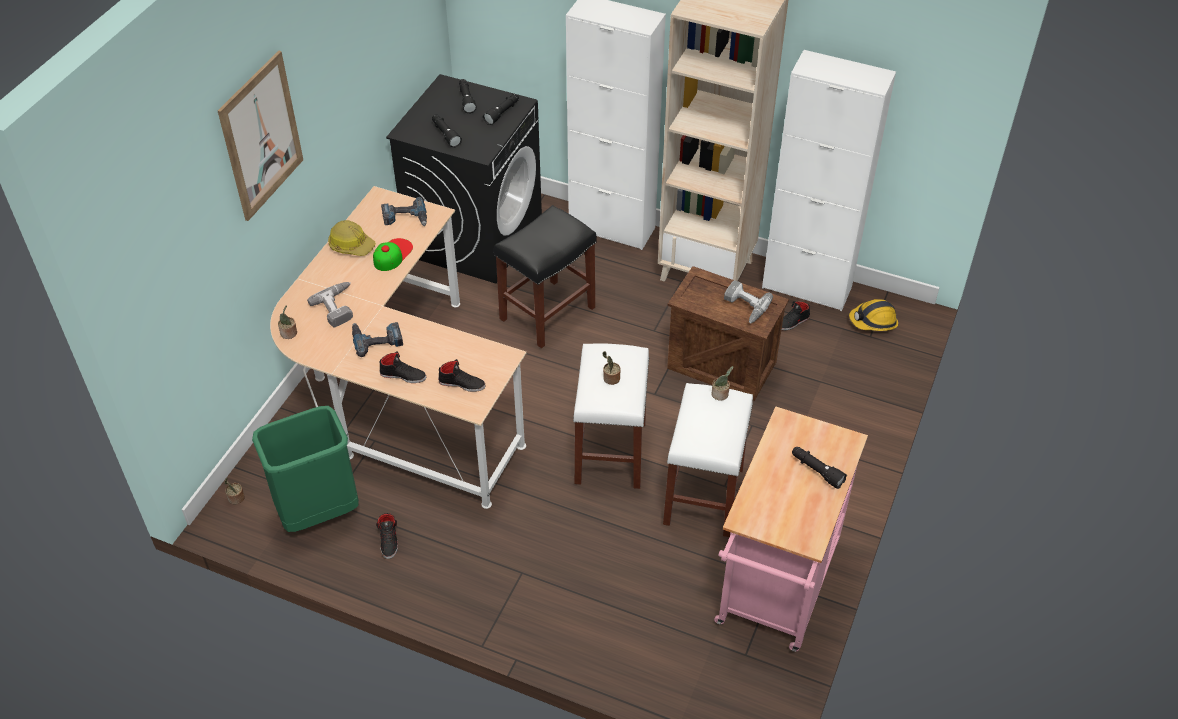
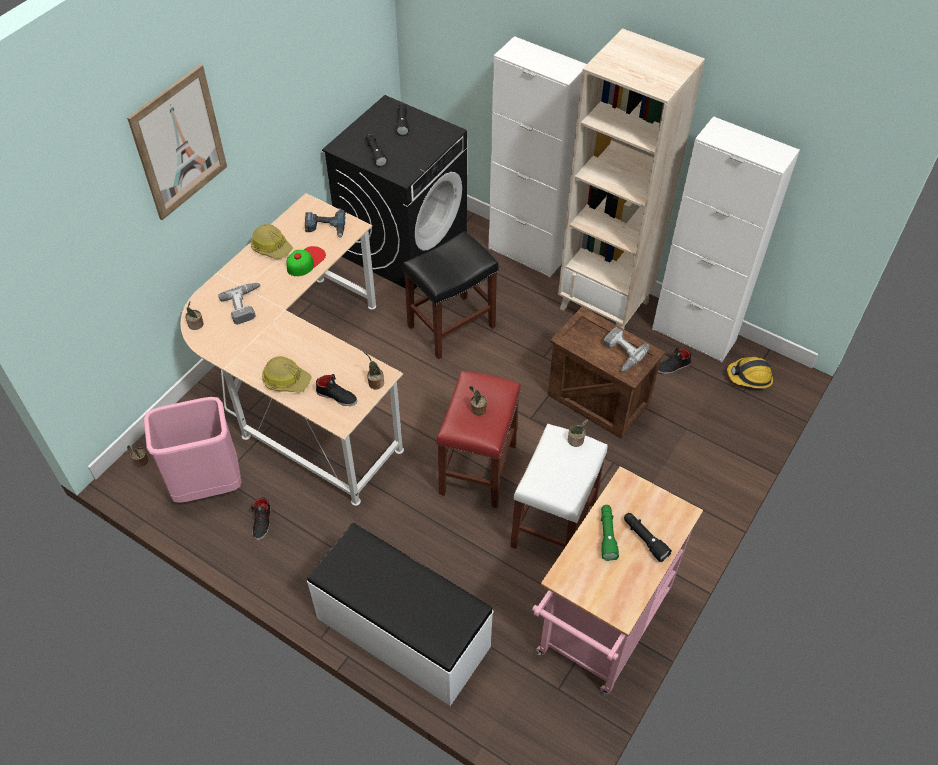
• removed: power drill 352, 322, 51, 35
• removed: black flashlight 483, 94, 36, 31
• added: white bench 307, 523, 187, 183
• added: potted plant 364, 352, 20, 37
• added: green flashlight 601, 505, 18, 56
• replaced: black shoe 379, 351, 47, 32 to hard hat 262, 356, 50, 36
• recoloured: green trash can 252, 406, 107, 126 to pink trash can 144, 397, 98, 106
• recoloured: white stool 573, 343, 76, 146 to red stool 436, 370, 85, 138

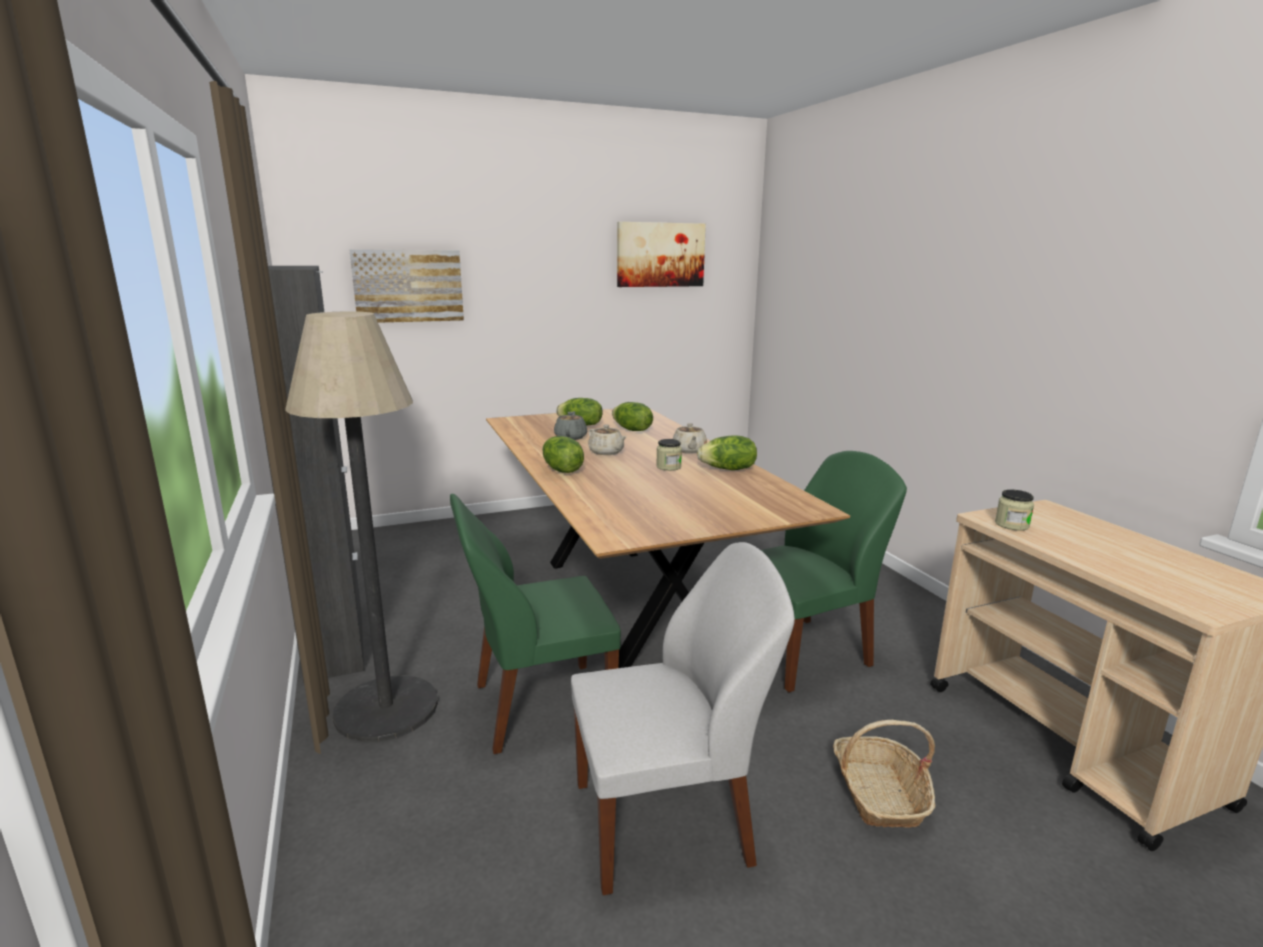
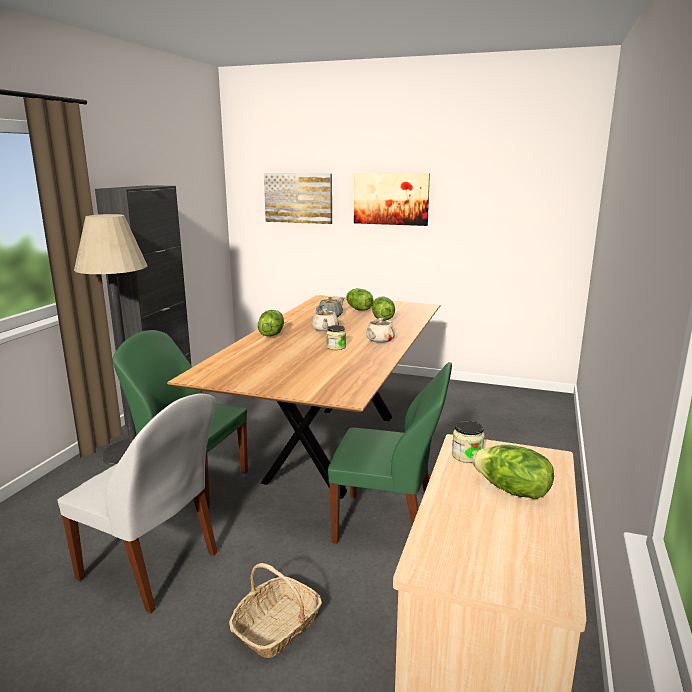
• moved: picture 617, 222, 89, 65 to 354, 173, 76, 53
• moved: lettuce 697, 435, 60, 35 to 473, 445, 81, 54

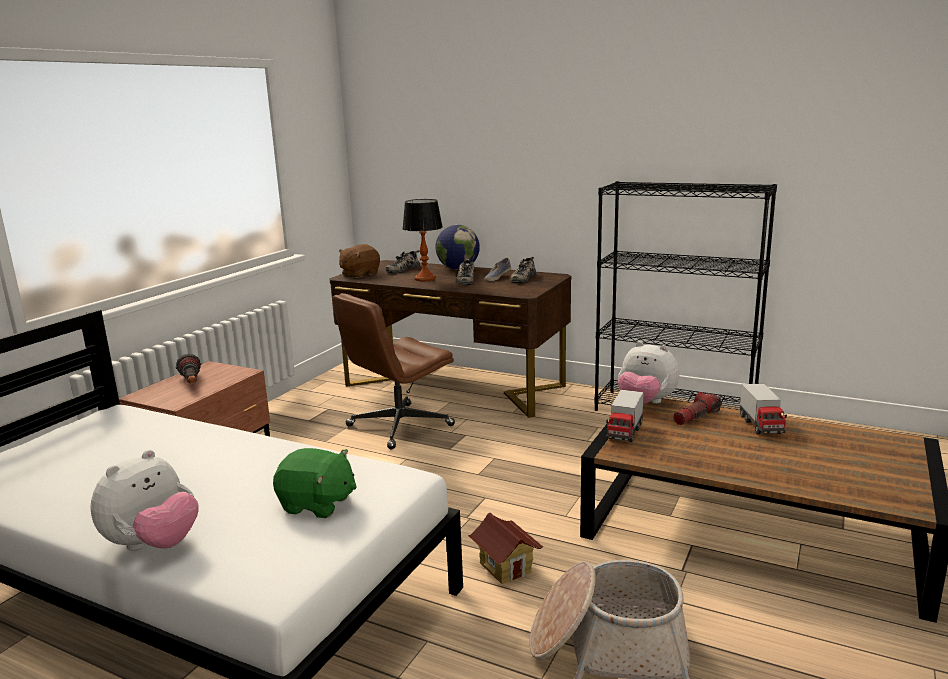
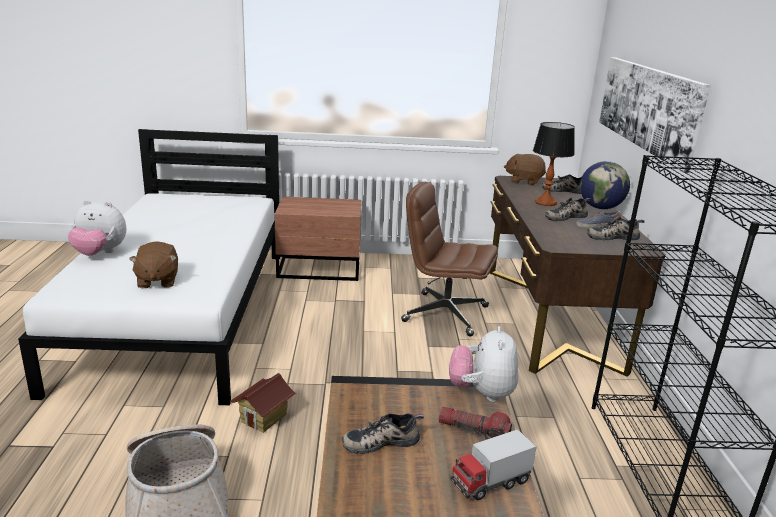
• removed: flashlight 176, 354, 26, 29
• removed: toy truck 606, 390, 38, 52
• added: shoe 342, 413, 82, 41
• added: picture 599, 57, 112, 116
• recoloured: green plush toy 273, 448, 84, 70 to brown plush toy 129, 241, 49, 47

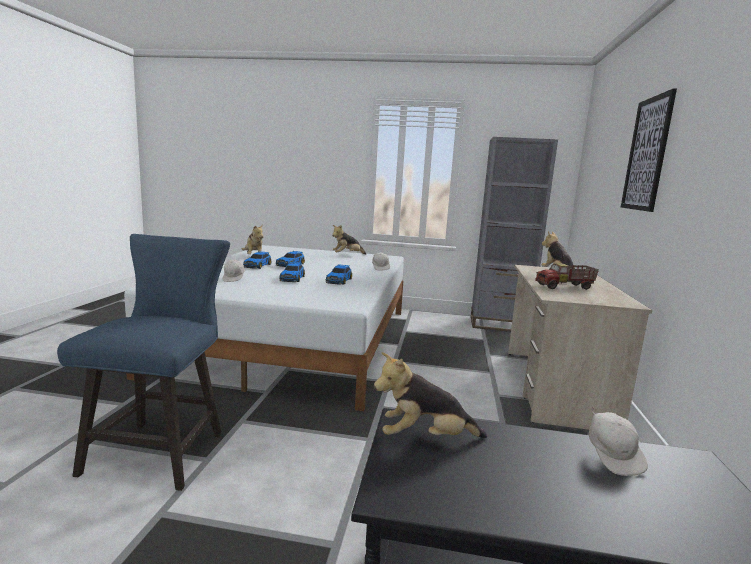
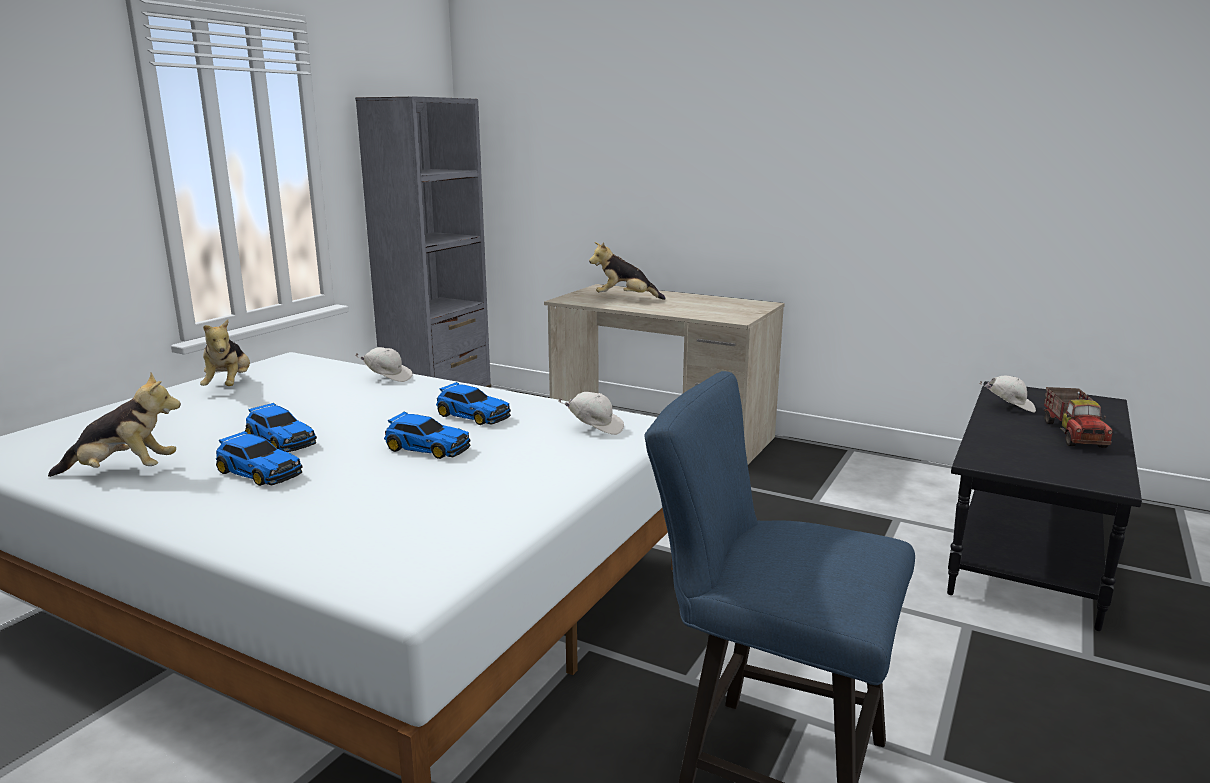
• removed: plush toy 374, 352, 113, 86
• removed: picture 621, 88, 56, 124
• moved: white cap 222, 260, 23, 22 to 559, 392, 65, 43
• moved: toy truck 535, 263, 64, 27 to 1044, 387, 69, 61

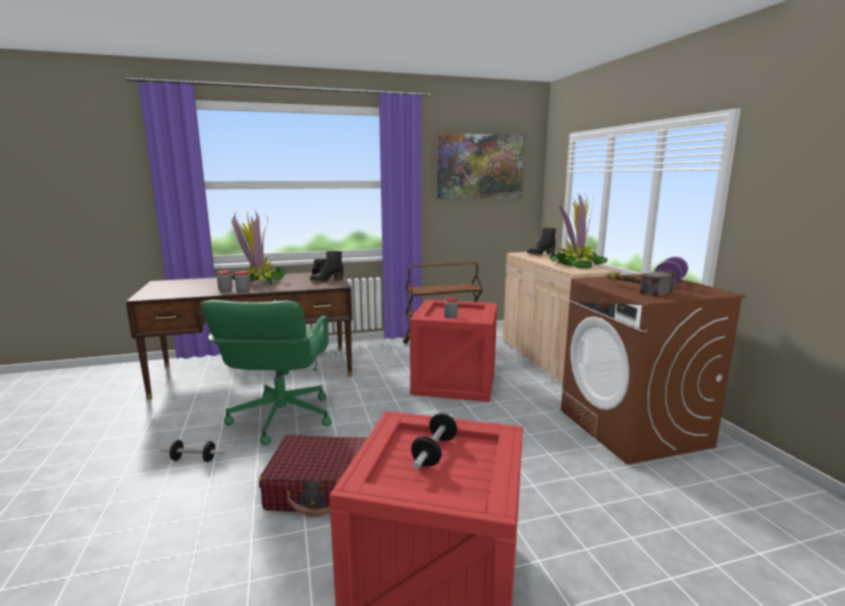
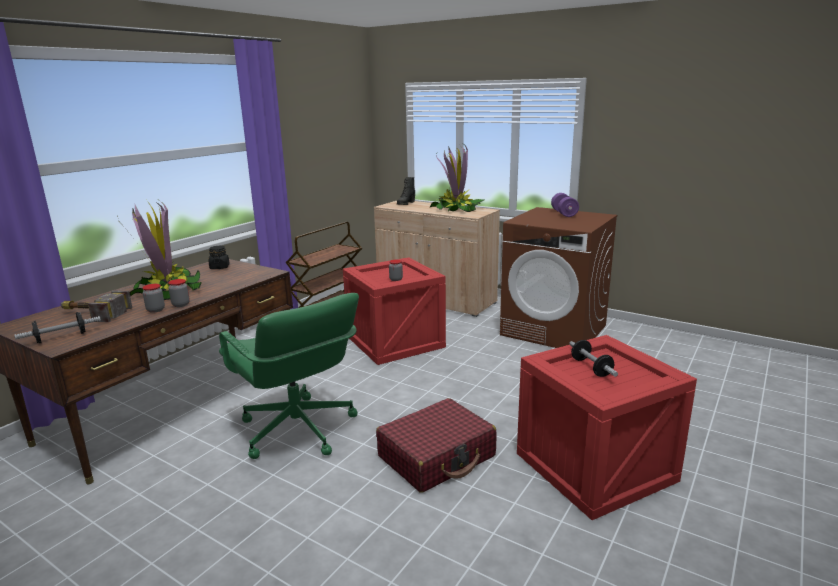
• removed: black boot 310, 251, 34, 31
• removed: picture 437, 133, 88, 65
• moved: dumbbell 160, 440, 66, 22 to 14, 312, 87, 31
• moved: hammer 607, 270, 69, 27 to 61, 290, 71, 32

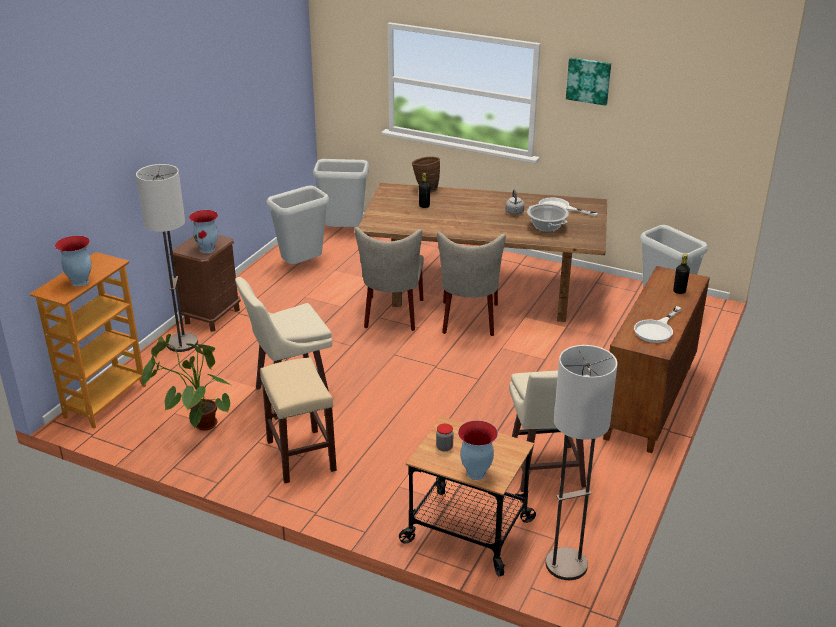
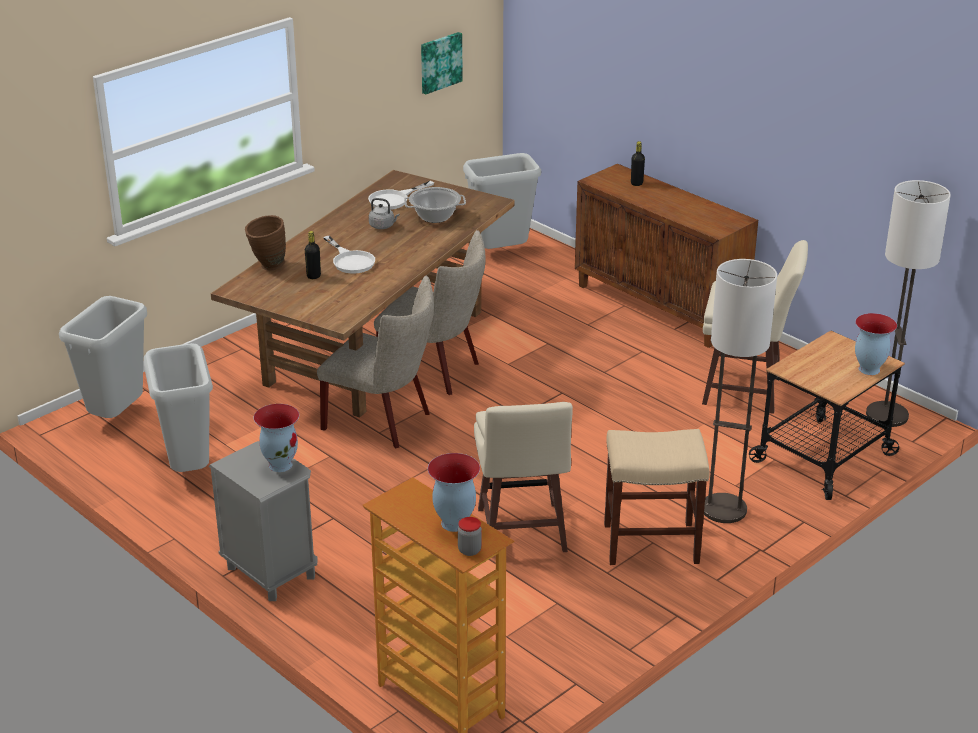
• removed: potted plant 142, 334, 89, 96
• moved: floor lamp 136, 164, 62, 188 to 704, 259, 73, 264
• moved: jar 436, 424, 18, 28 to 458, 517, 24, 39
• moved: picture 566, 57, 45, 49 to 421, 32, 42, 62
• moved: white frying pan 634, 306, 48, 37 to 323, 235, 52, 39
• recoloured: brown nightstand 172, 235, 69, 97 to grey nightstand 209, 441, 109, 160

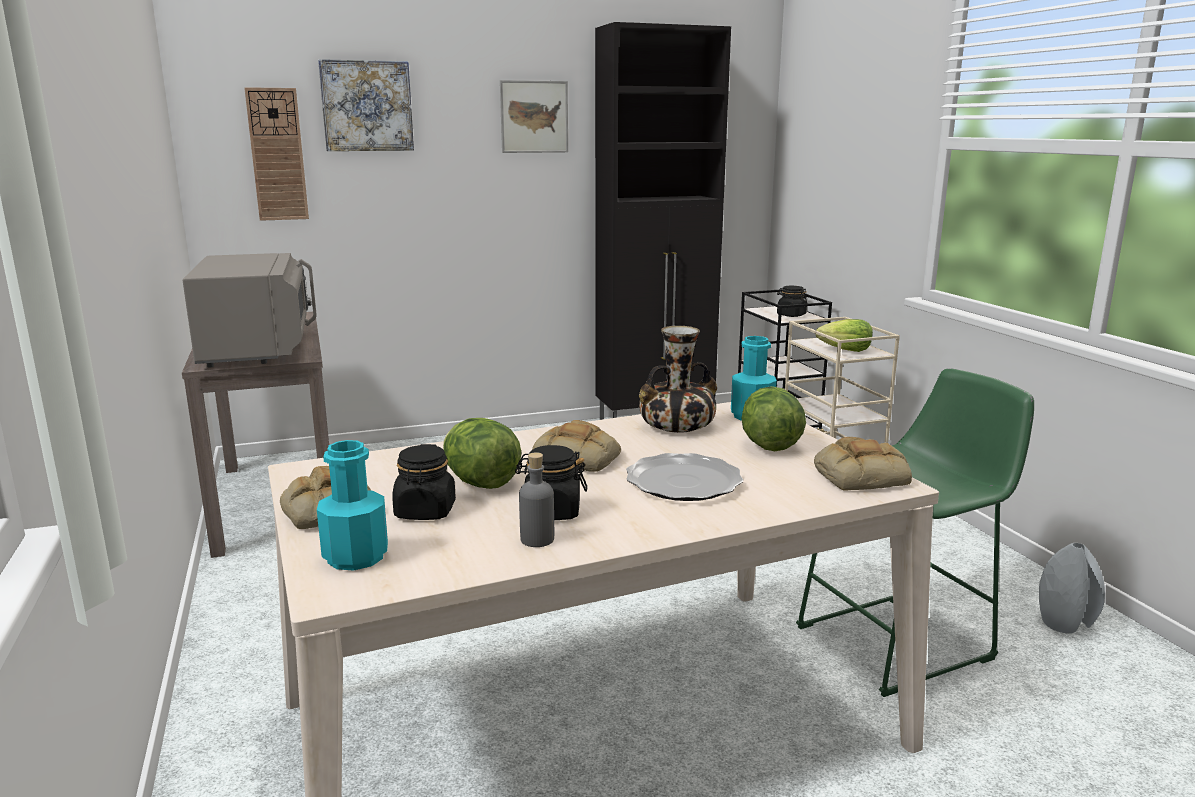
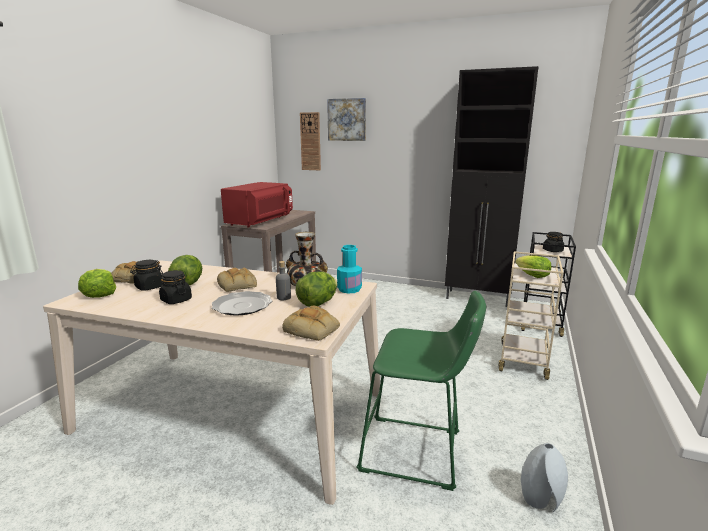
• removed: picture 500, 80, 68, 73
• moved: grey bottle 519, 452, 35, 95 to 276, 261, 15, 39
• replaced: turquoise bottle 317, 440, 71, 130 to lettuce 78, 269, 38, 29
• recoloured: grey microwave 182, 253, 135, 115 to red microwave 221, 182, 72, 45

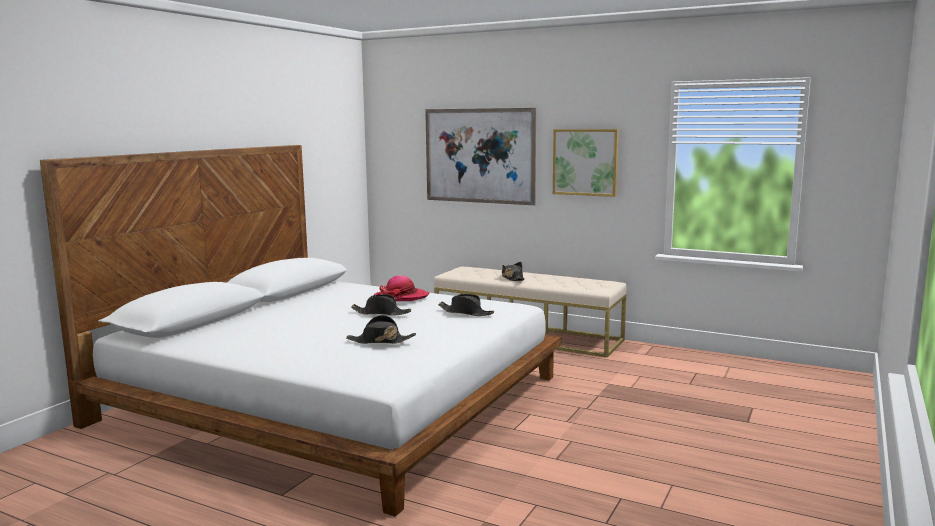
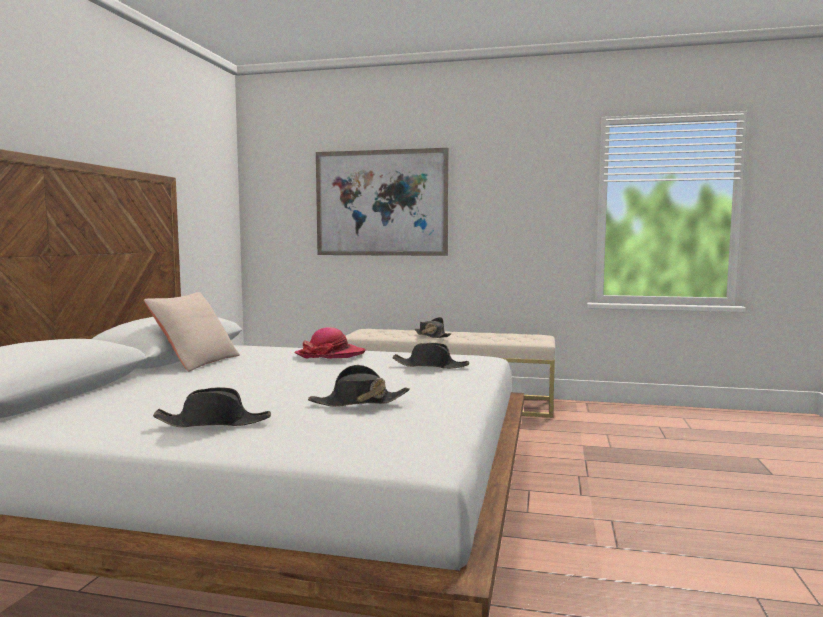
• removed: picture 553, 129, 66, 68
• added: beige pillow 144, 292, 96, 80
• moved: black hat 351, 294, 60, 22 to 153, 387, 118, 41

